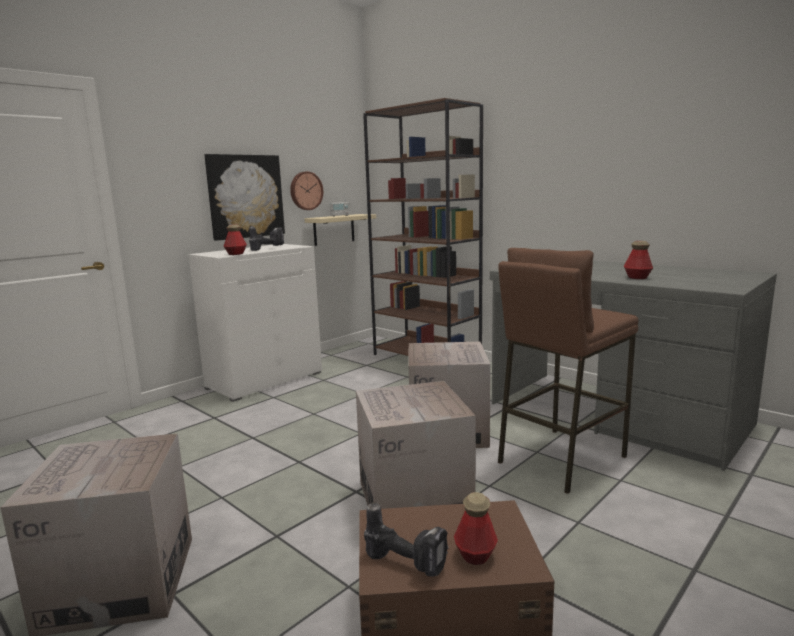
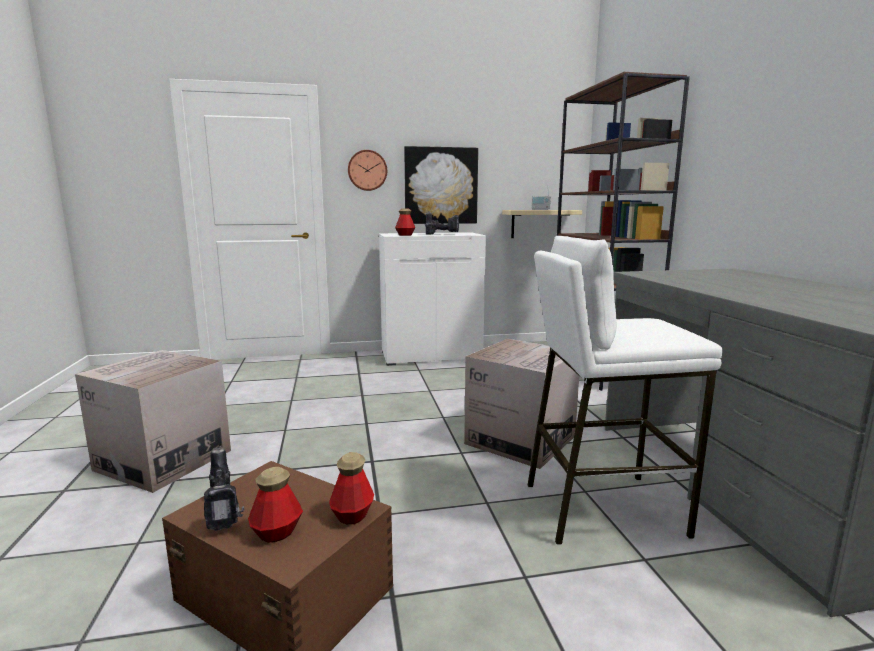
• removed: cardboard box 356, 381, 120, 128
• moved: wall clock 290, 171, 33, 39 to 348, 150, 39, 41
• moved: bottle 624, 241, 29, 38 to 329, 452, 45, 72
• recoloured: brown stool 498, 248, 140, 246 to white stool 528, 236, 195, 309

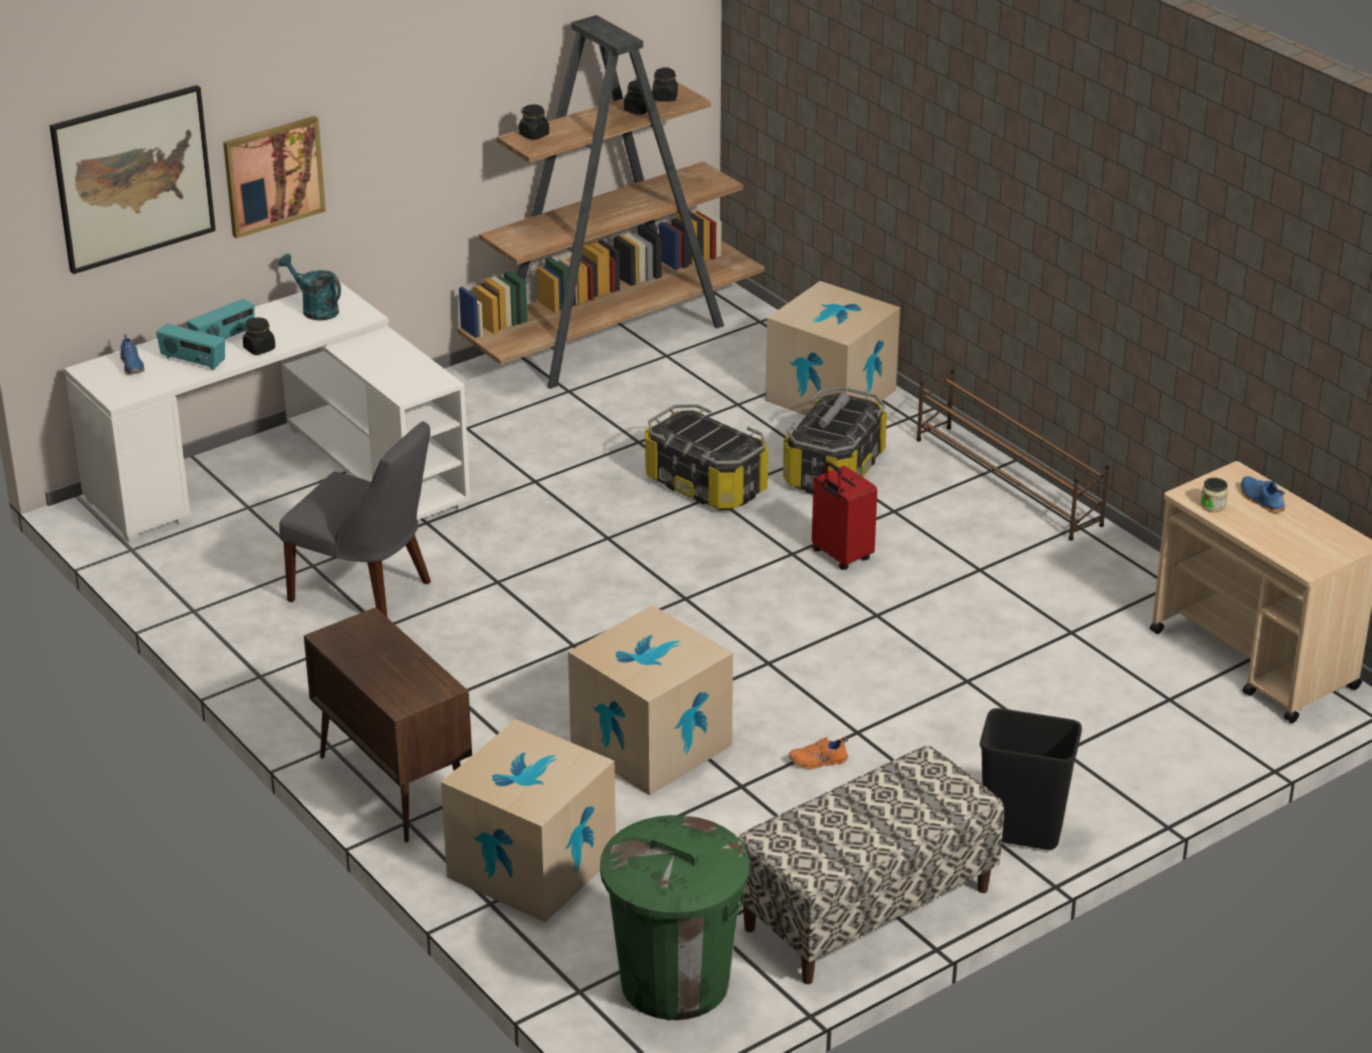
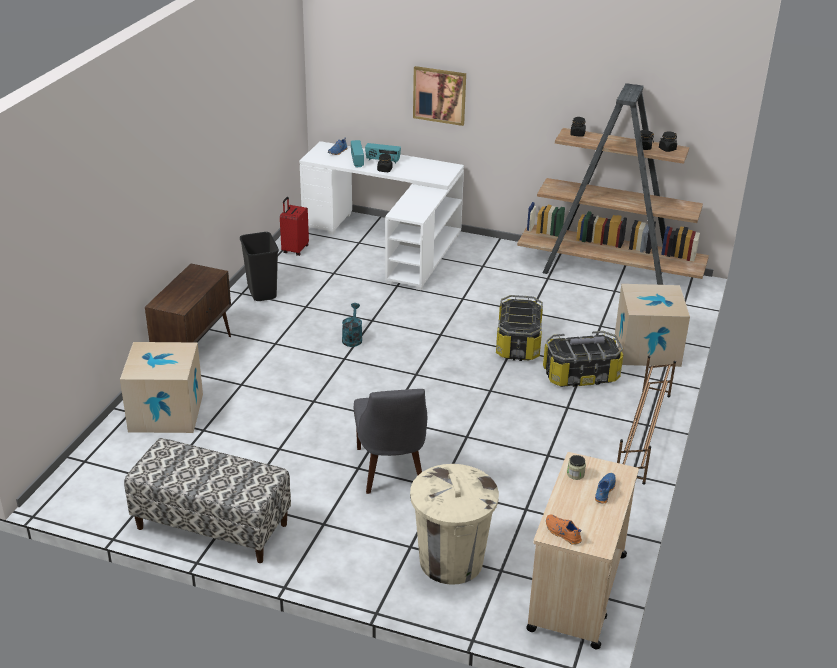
• removed: picture 50, 85, 166, 189
• removed: cardboard box 568, 605, 165, 191
• removed: green trash can 600, 815, 150, 205
• added: beige trash can 410, 464, 89, 121
• moved: turquoise watering can 278, 254, 63, 67 to 342, 303, 20, 44
• moved: grey chair 279, 421, 152, 197 to 354, 389, 73, 105
• moved: orange shoe 789, 737, 59, 32 to 546, 515, 36, 30
• moved: red suitcase 812, 461, 65, 109 to 280, 197, 29, 59
• moved: black trash can 980, 708, 102, 142 to 240, 232, 39, 69

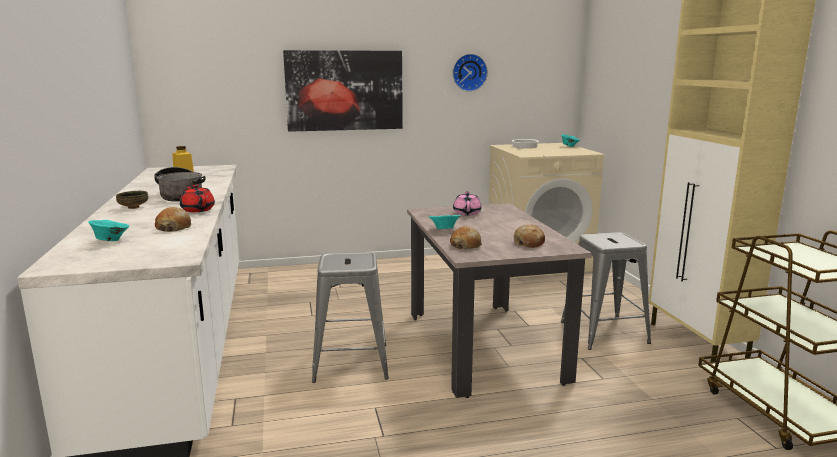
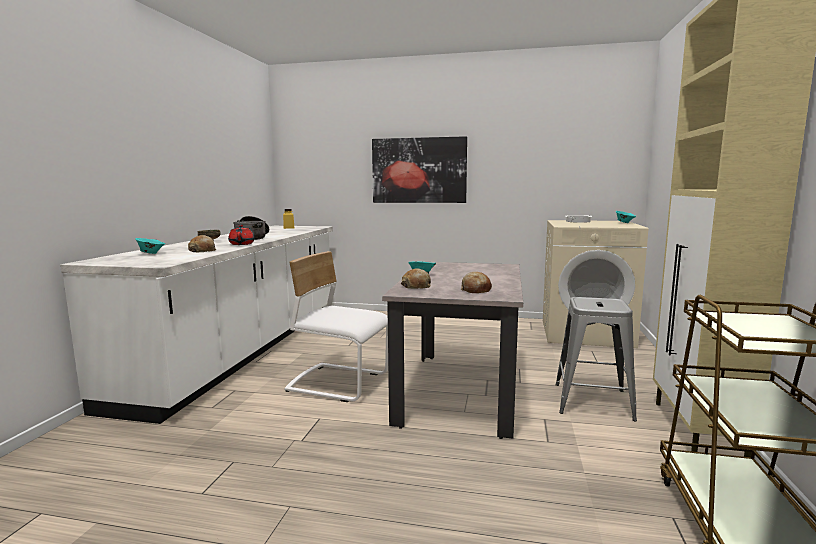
• removed: wall clock 453, 54, 35, 38
• removed: pink teapot 453, 191, 28, 24
• replaced: grey stool 312, 252, 77, 131 to white chair 284, 251, 104, 151

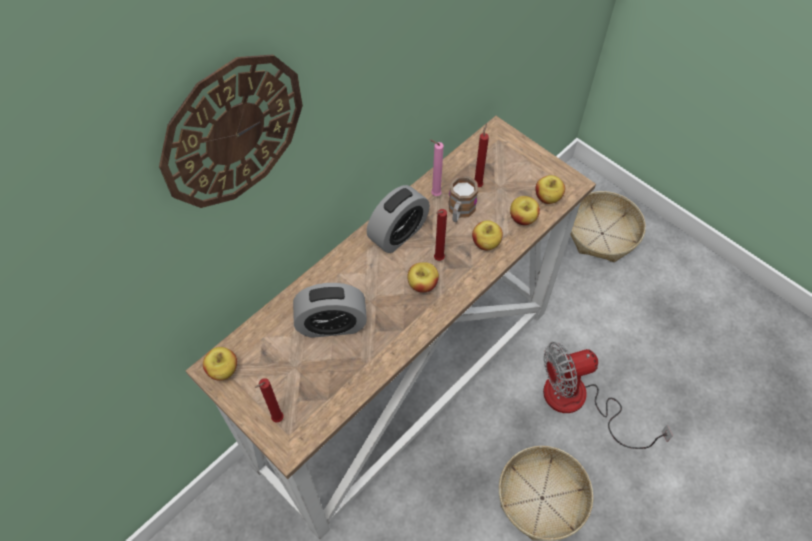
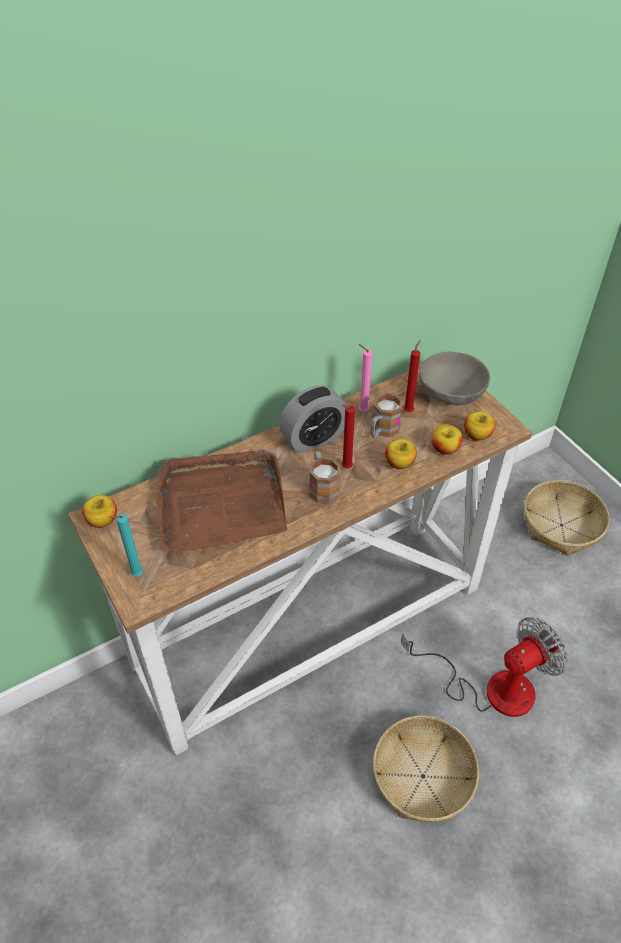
• removed: wall clock 159, 54, 144, 154
• added: grey bowl 419, 352, 71, 53
• replaced: alarm clock 293, 283, 74, 55 to brown tray 156, 450, 131, 102
• replaced: apple 407, 262, 32, 31 to mug 309, 451, 32, 53
• recoloured: red candle 255, 378, 28, 44 to turquoise candle 110, 514, 33, 63
• turned: fan 543, 342, 130, 107 = 401, 617, 166, 100 150 degrees clockwise

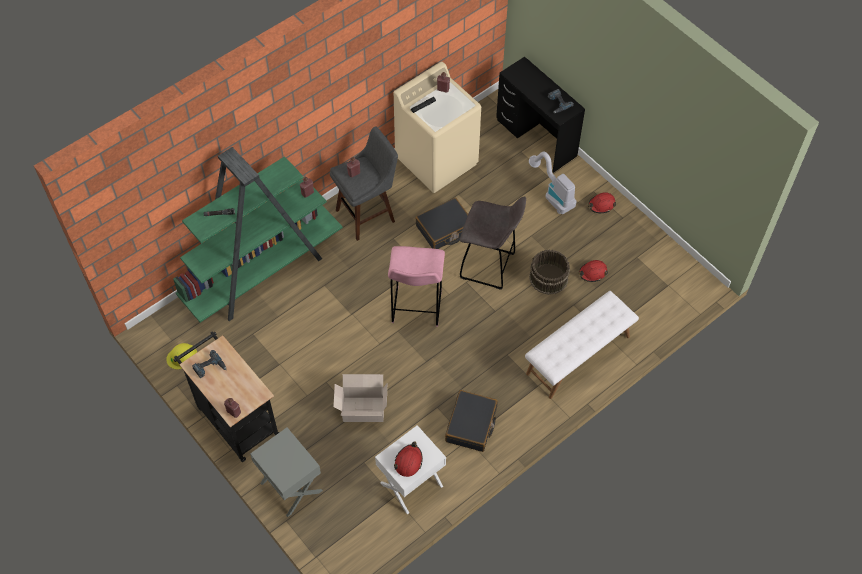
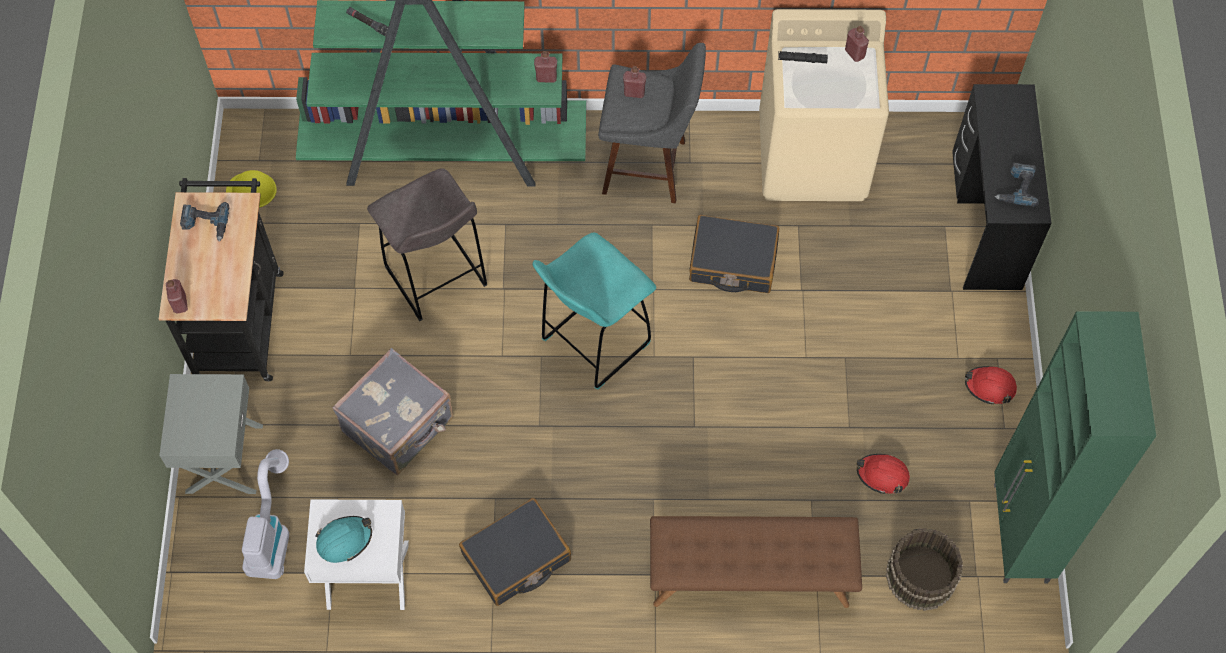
• added: green cabinet 994, 311, 162, 272
• moved: grey stool 460, 196, 66, 94 to 367, 168, 120, 153
• moved: vacuum cleaner 529, 152, 47, 62 to 242, 449, 47, 130
• moved: brown bucket 529, 250, 41, 45 to 886, 528, 77, 83
• replaced: cardboard box 333, 374, 54, 48 to grey suitcase 332, 348, 122, 127
• recoloured: pink stool 388, 246, 57, 81 to turquoise stool 533, 233, 123, 156
• recoloured: red hard hat 394, 441, 29, 36 to turquoise hard hat 315, 516, 57, 47
• recoloured: white bench 525, 291, 114, 108 to brown bench 650, 516, 212, 92

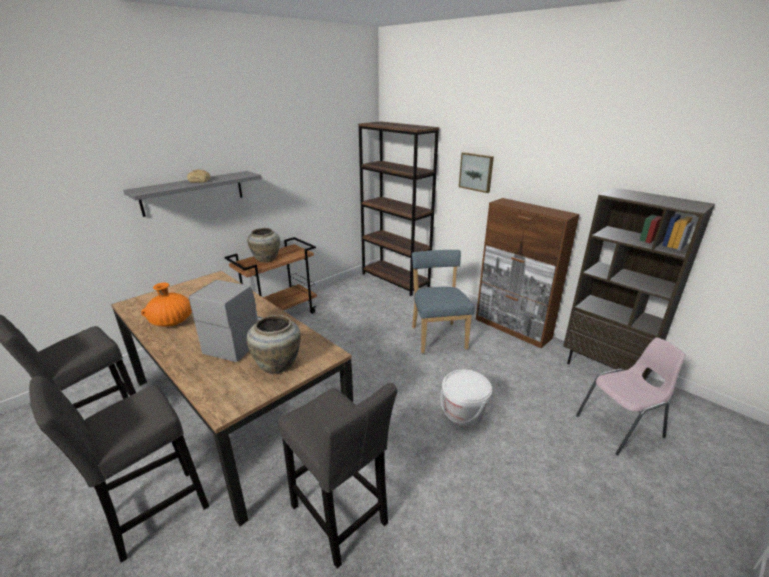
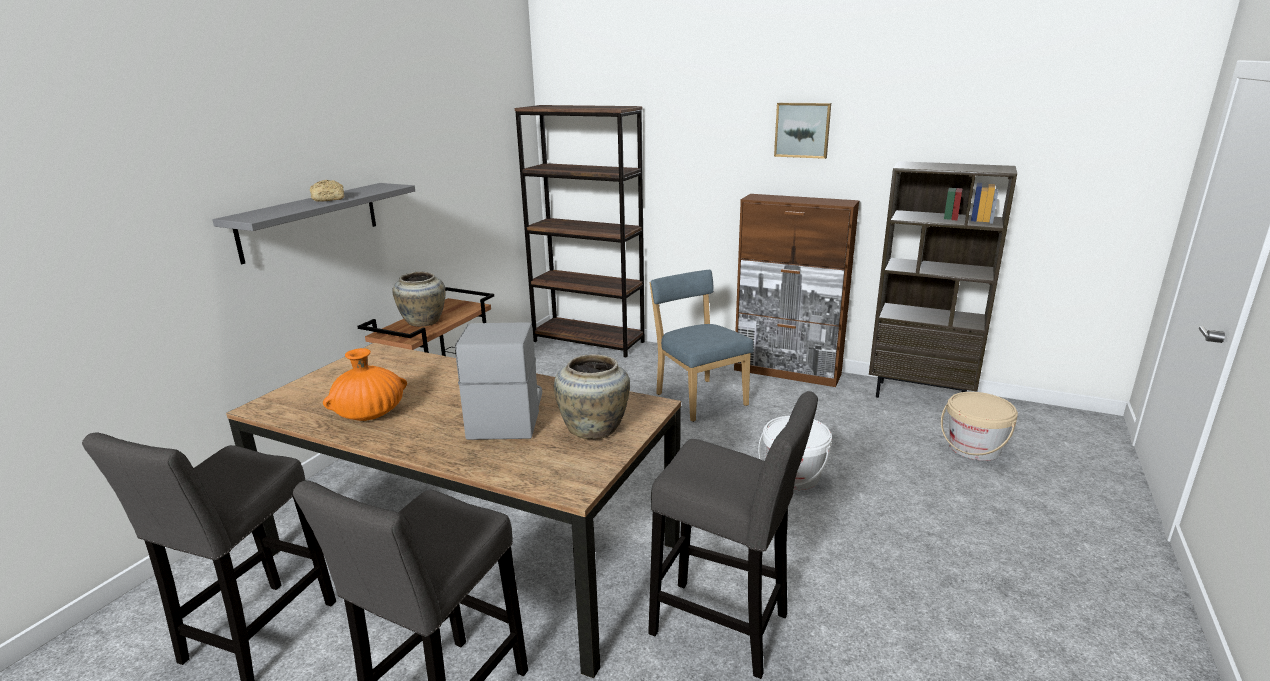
• moved: picture 459, 152, 35, 41 to 774, 103, 57, 56
• replaced: pink chair 576, 337, 110, 118 to beige bucket 941, 392, 77, 69

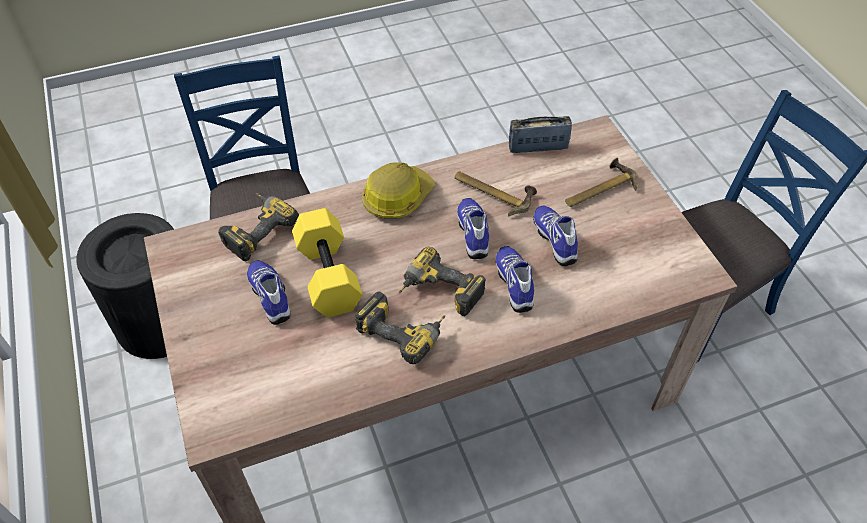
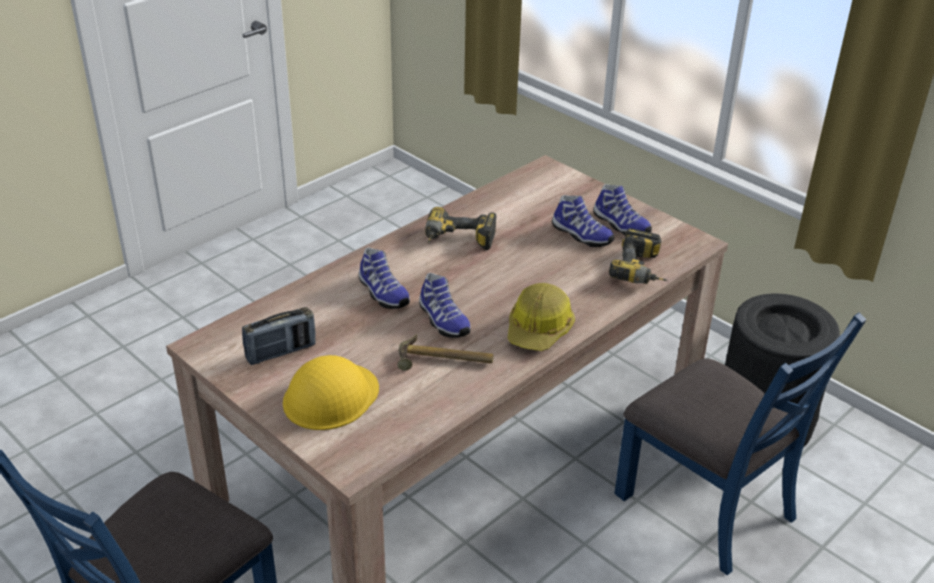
• removed: yellow dumbbell 292, 208, 71, 109
• removed: power drill 399, 247, 87, 69
• moved: radio 509, 116, 63, 37 to 242, 307, 74, 58
• moved: shoe 533, 205, 45, 61 to 593, 184, 59, 51
• replaced: hammer 565, 158, 72, 49 to yellow hard hat 283, 355, 96, 75

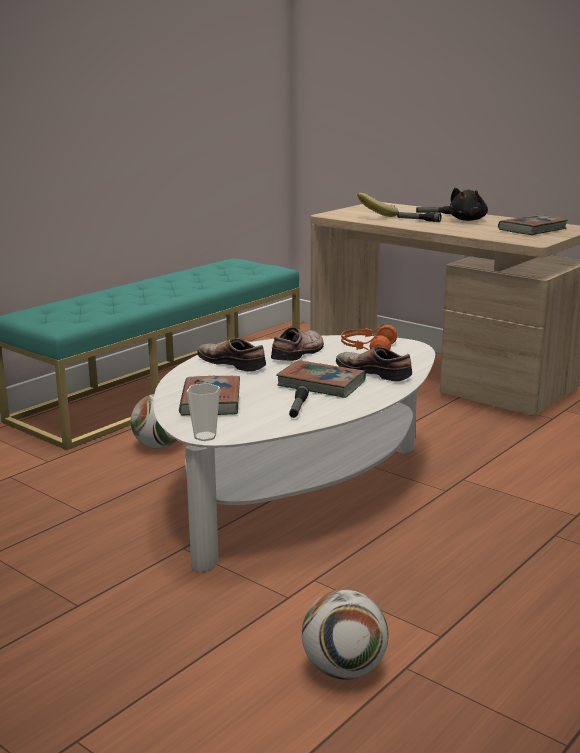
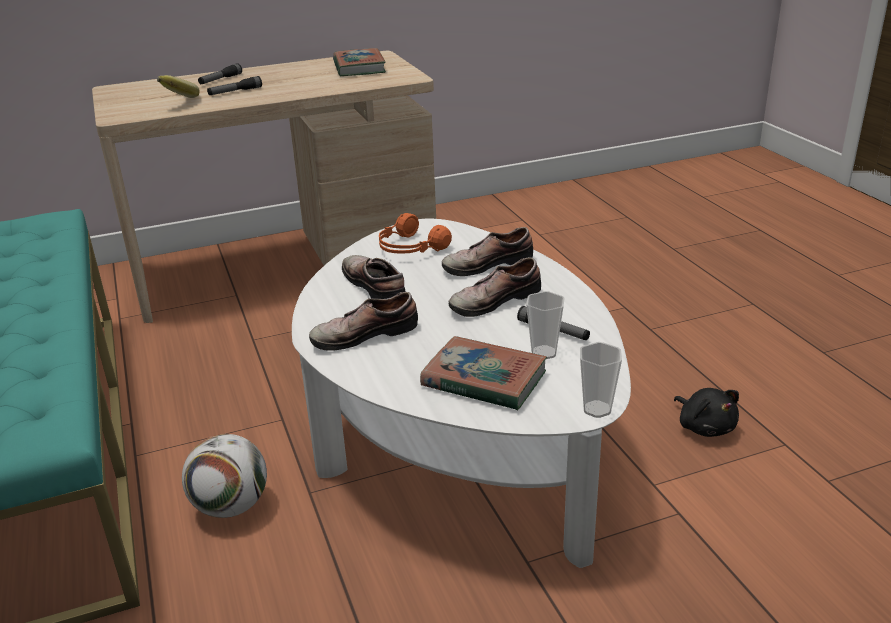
• removed: football 302, 590, 86, 90
• added: cup 526, 291, 39, 68
• moved: black plush toy 449, 188, 39, 33 to 674, 388, 65, 49
• replaced: book 276, 360, 90, 38 to shoe 449, 257, 92, 60

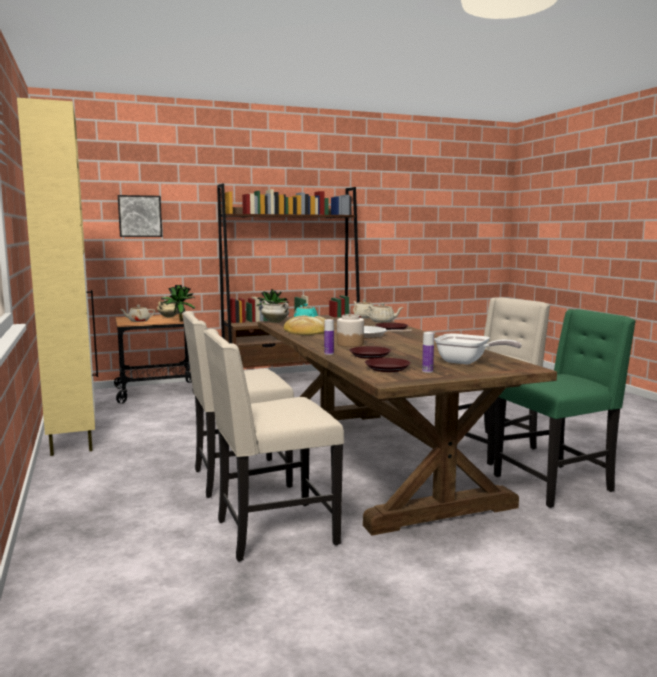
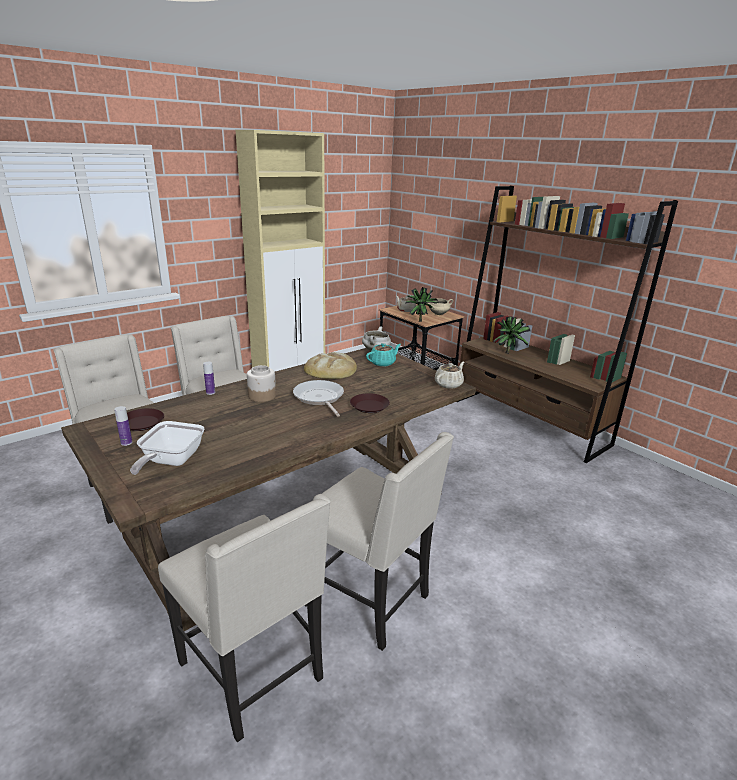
• removed: picture 118, 195, 44, 42
• removed: brown plate 349, 346, 42, 13
• removed: beige teapot 364, 303, 40, 20
• recoloured: green chair 494, 309, 142, 199 to beige chair 158, 494, 173, 249

